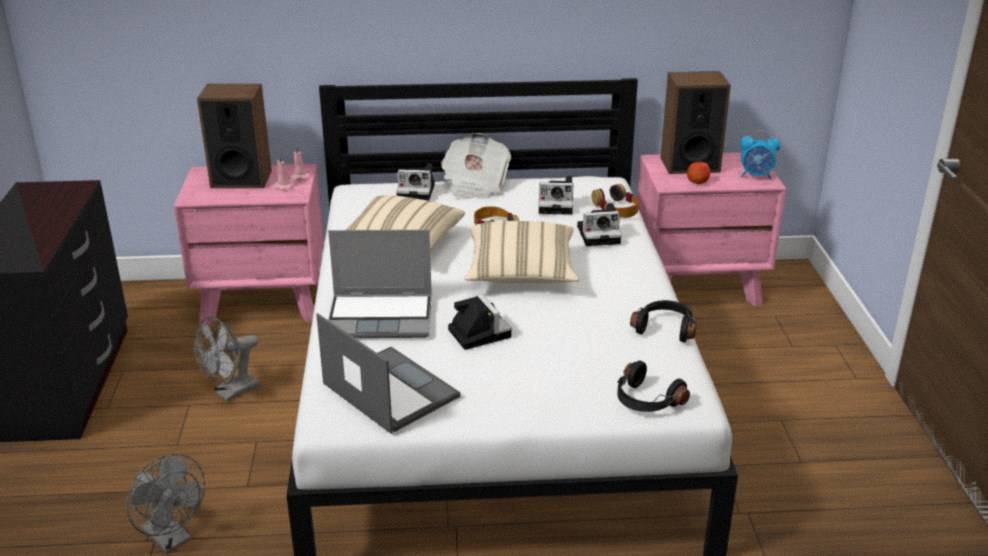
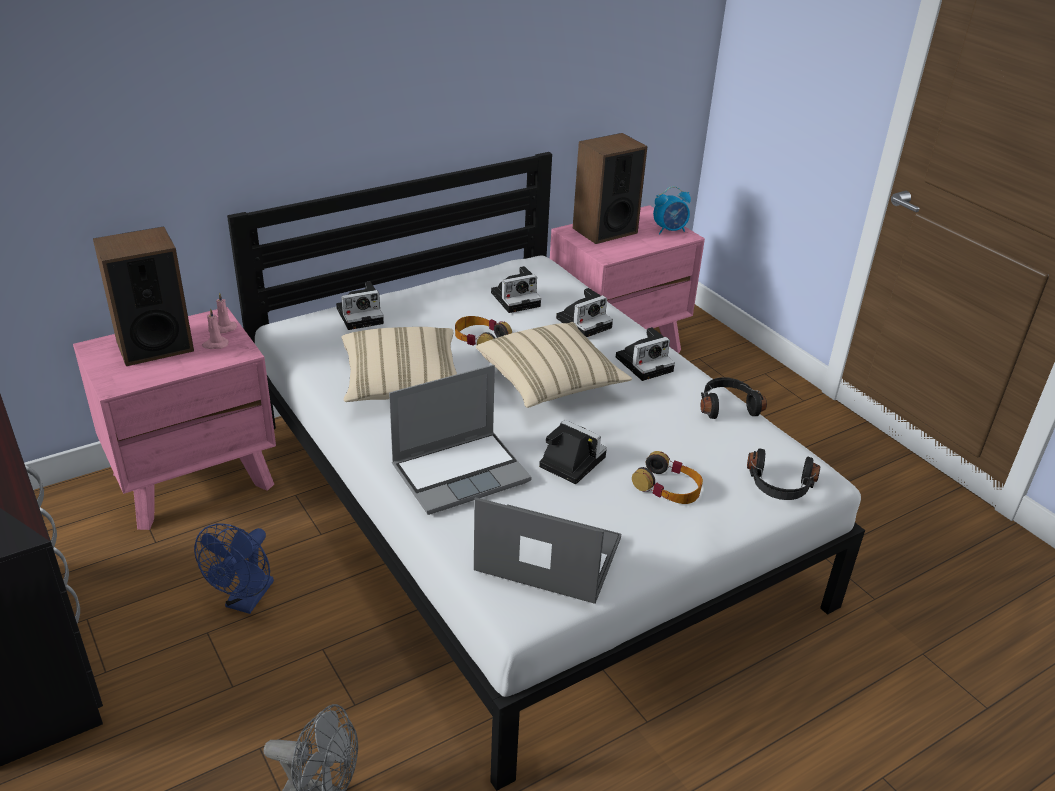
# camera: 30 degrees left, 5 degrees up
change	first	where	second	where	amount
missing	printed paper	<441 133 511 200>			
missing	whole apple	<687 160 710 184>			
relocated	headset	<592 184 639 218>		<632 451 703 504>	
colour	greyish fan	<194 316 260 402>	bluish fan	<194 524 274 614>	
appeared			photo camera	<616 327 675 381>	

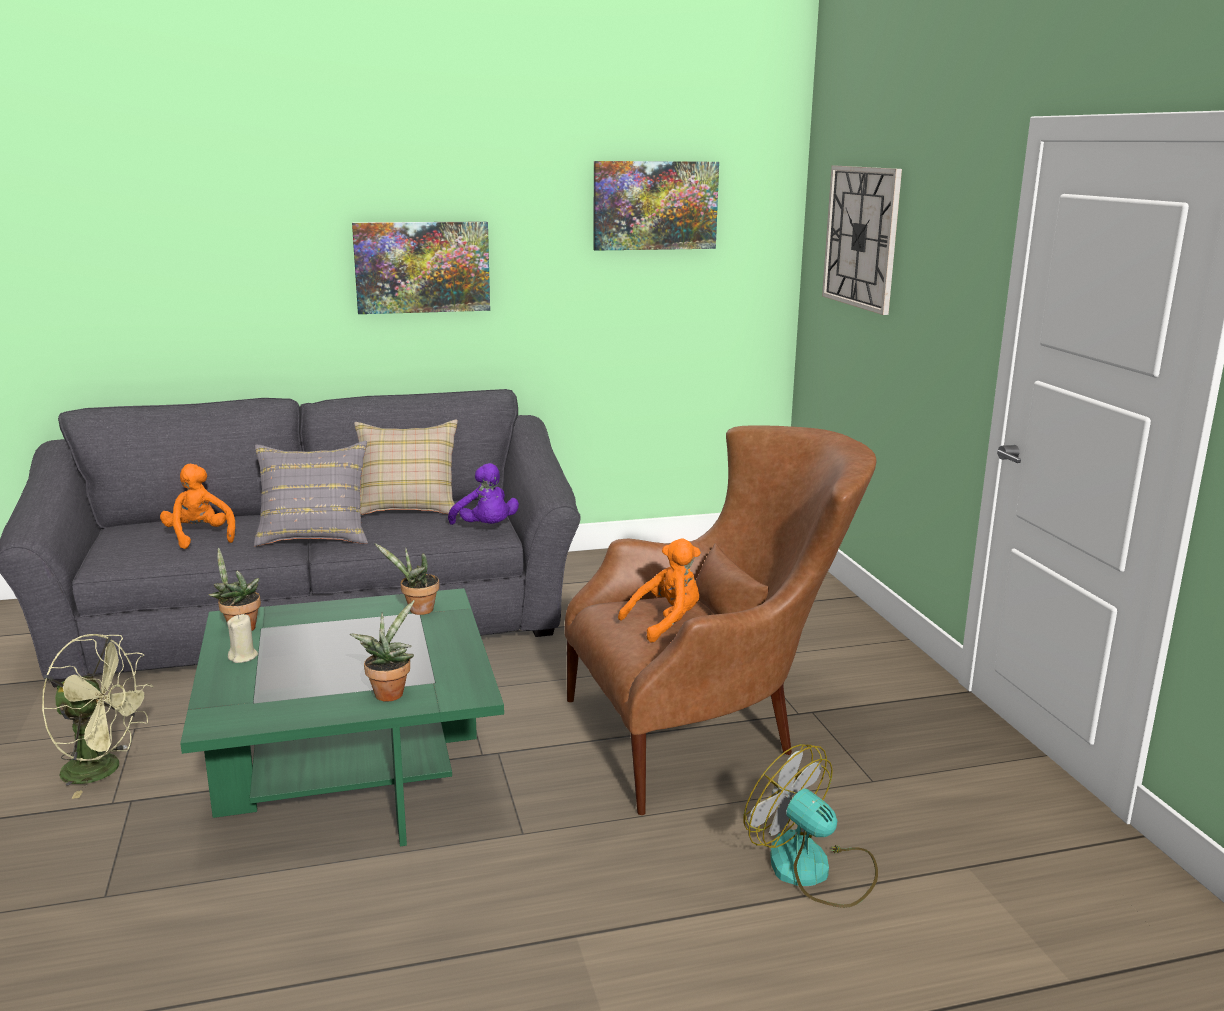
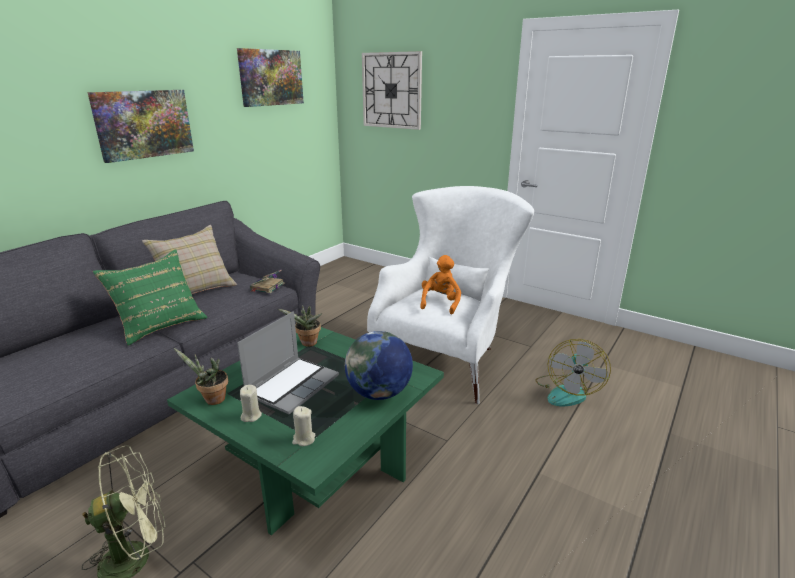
# camera: 40 degrees left, 5 degrees up
change	first	where	second	where	amount
colour	brown easy chair	<565 425 876 815>	whitish easy chair	<367 186 534 404>	
colour	greyish cushion	<254 441 368 547>	greenish cushion	<93 249 208 346>	
exchanged	purple cuddly toy	<448 463 519 525>	book	<250 270 285 293>	
missing	orange-coloured cuddly toy	<160 464 235 549>			
exchanged	houseplant	<350 600 415 701>	globe	<345 331 413 400>	
spun	fan	<744 744 878 908>		<535 339 611 407>	75 degrees counterclockwise
appeared			notebook computer	<237 311 339 414>	
appeared			sand-coloured candle	<292 406 315 446>	

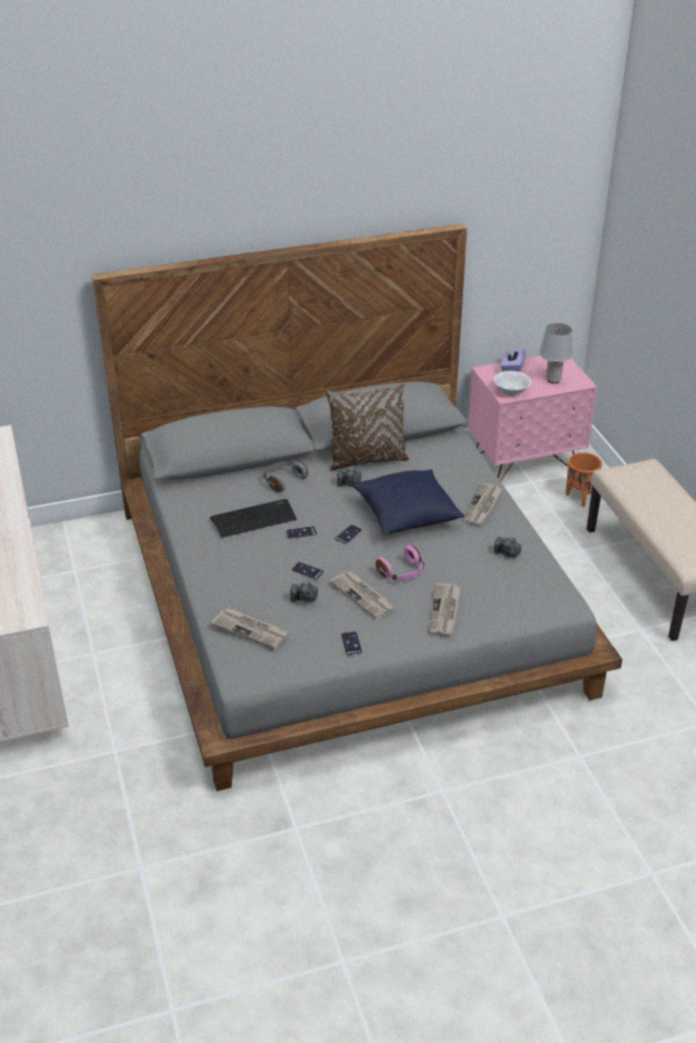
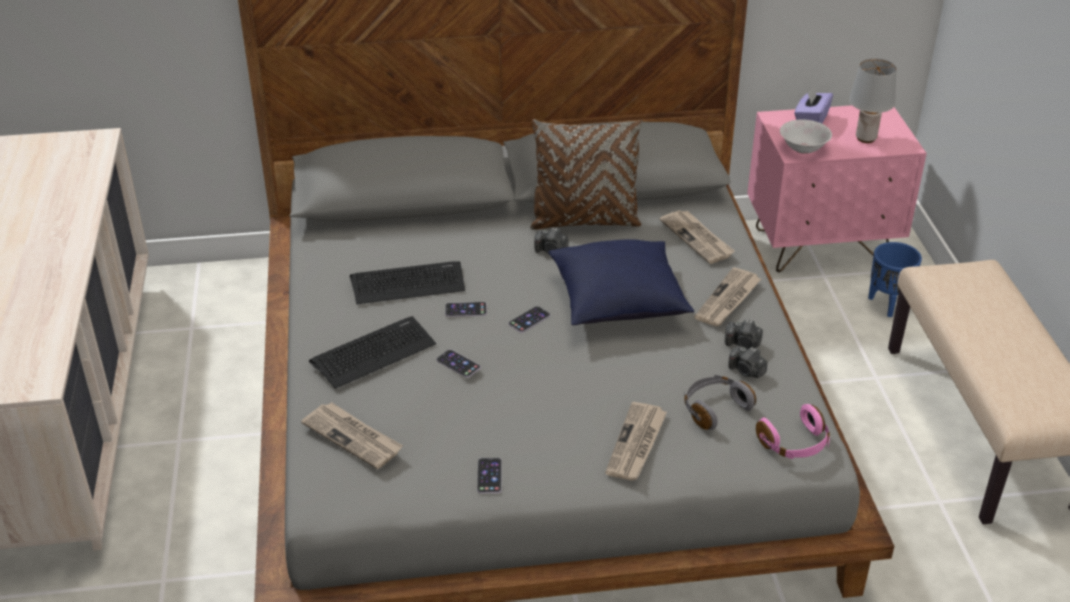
# camera: 10 degrees right, 0 degrees up
change	first	where	second	where	amount
colour	orange-coloured flower pot	<566 452 602 507>	bluish flower pot	<868 242 922 317>	
relocated	greyish headset	<264 460 308 492>		<684 375 756 430>	
relocated	pink headset	<376 545 424 581>		<756 404 830 459>	
relocated	printed paper	<330 571 395 619>		<660 210 735 264>	
relocated	photo camera	<290 581 318 603>		<725 320 763 349>	
appeared			PC keyboard	<309 316 436 389>	

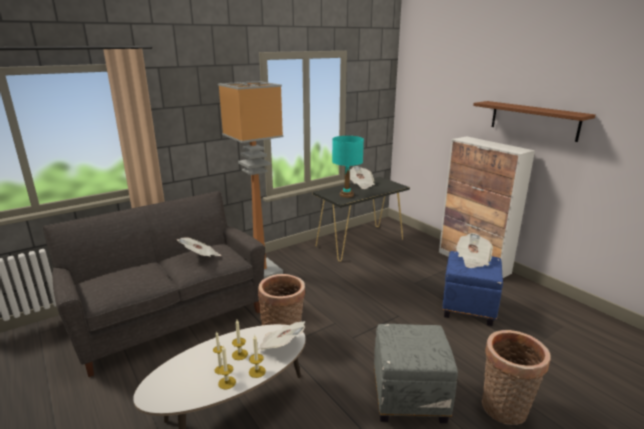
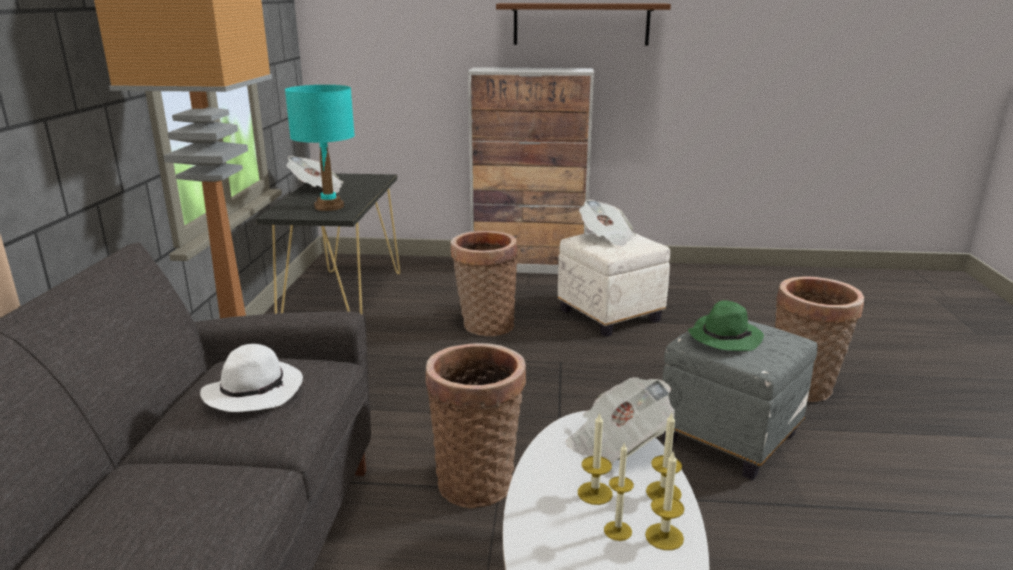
# camera: 50 degrees left, 0 degrees up
change	first	where	second	where	amount
exchanged	printed paper	<177 237 222 257>	whitish clothing hat	<200 344 303 412>	
colour	bluish pouffe	<442 251 503 326>	whitish pouffe	<558 232 670 337>	
appeared			storage basket	<451 231 518 336>	
appeared			greenish clothing hat	<688 300 764 351>	

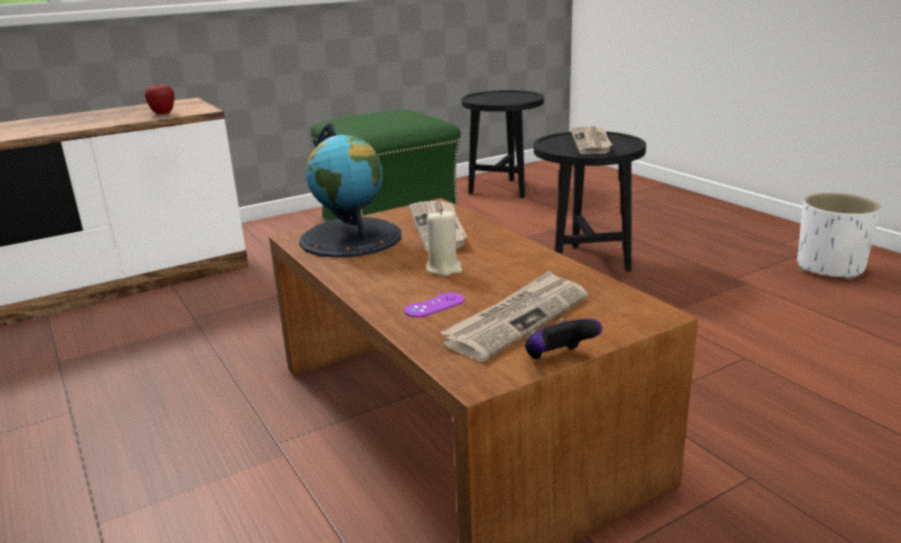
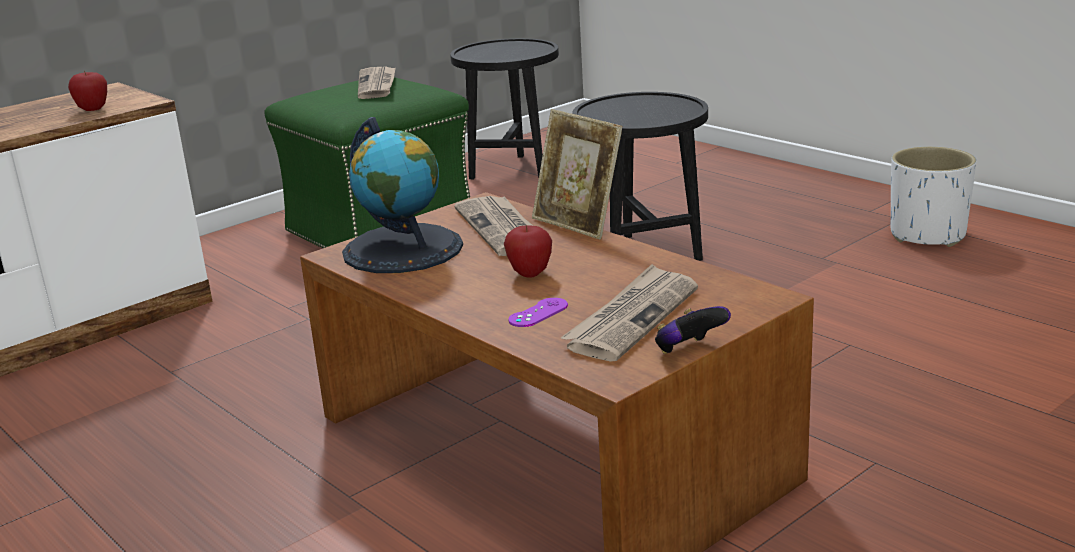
# camera: 10 degrees left, 0 degrees up
change	first	where	second	where	amount
relocated	printed paper	<571 126 612 155>		<358 67 396 99>	
exchanged	sand-coloured candle	<426 209 463 276>	whole apple	<504 225 552 278>	
appeared			picture frame	<532 109 622 239>	

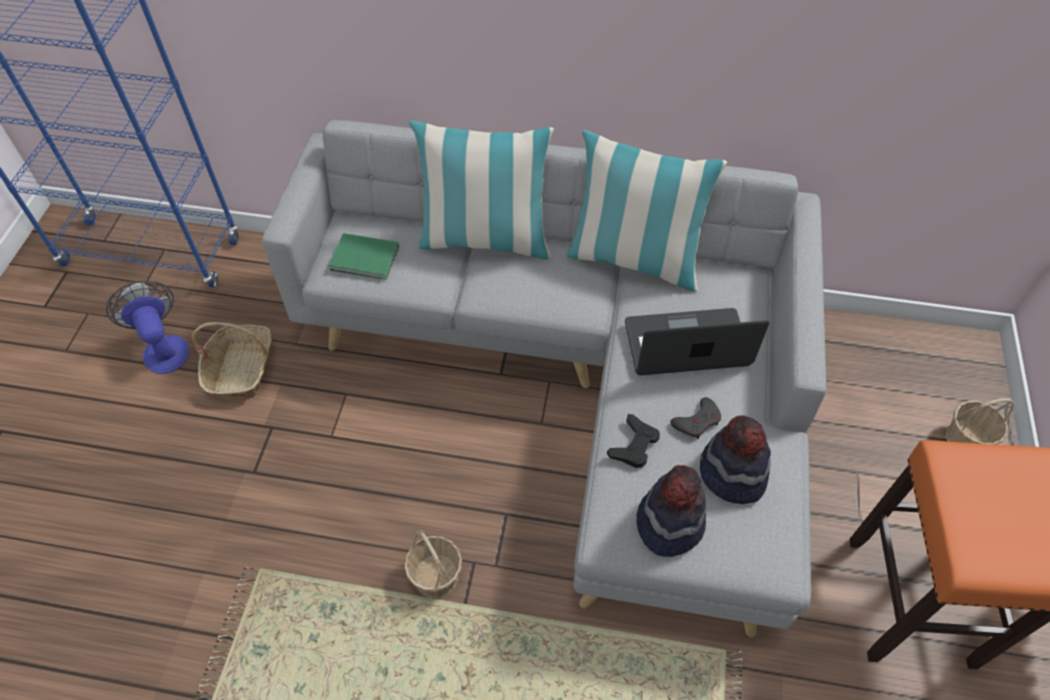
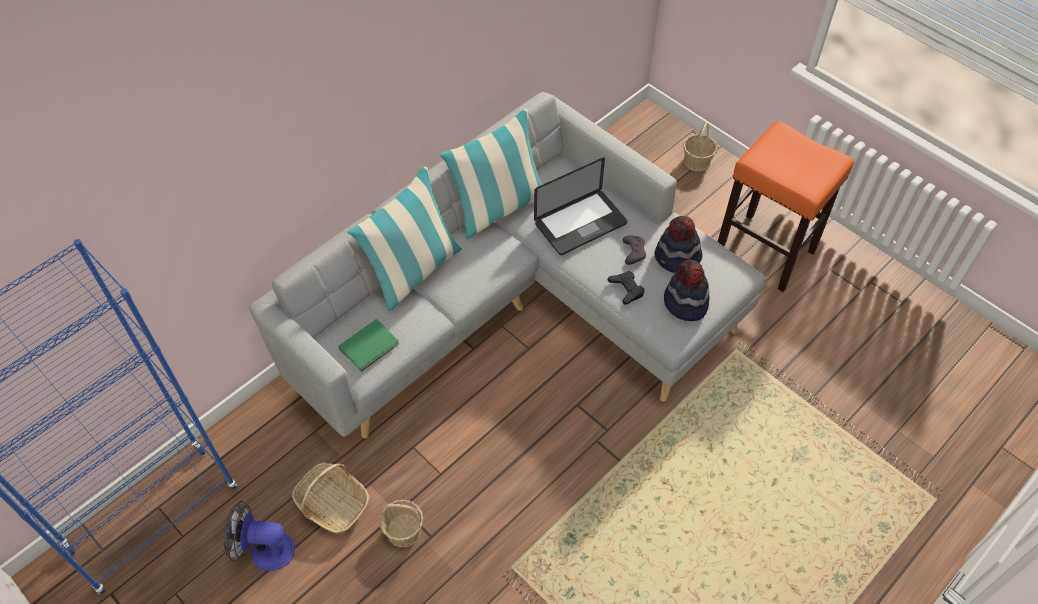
# camera: 55 degrees left, 0 degrees up
change	first	where	second	where	amount
spun	notebook computer	<625 308 770 375>		<534 157 627 255>	150 degrees counterclockwise
relocated	storage basket	<404 530 462 598>		<379 500 423 547>	

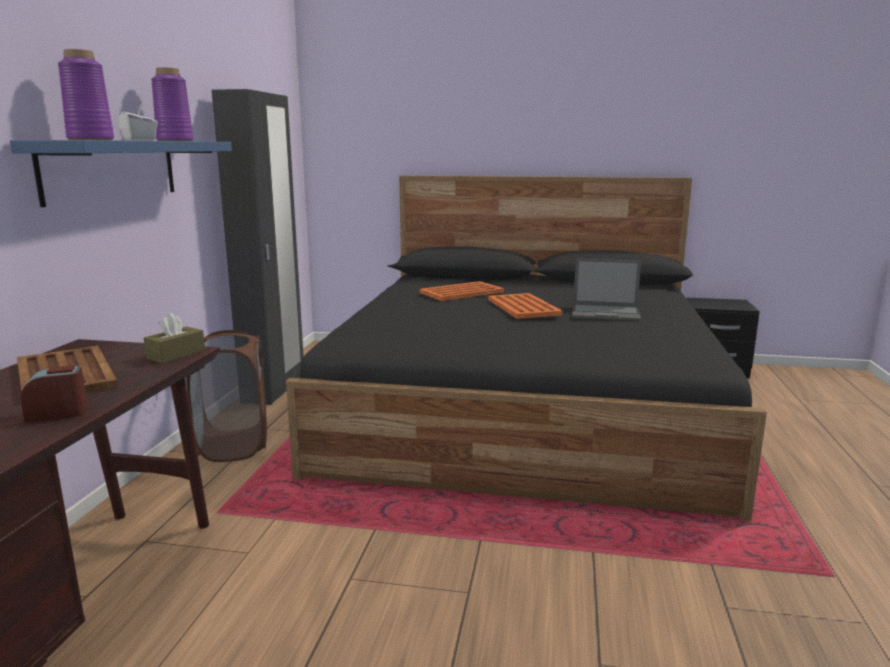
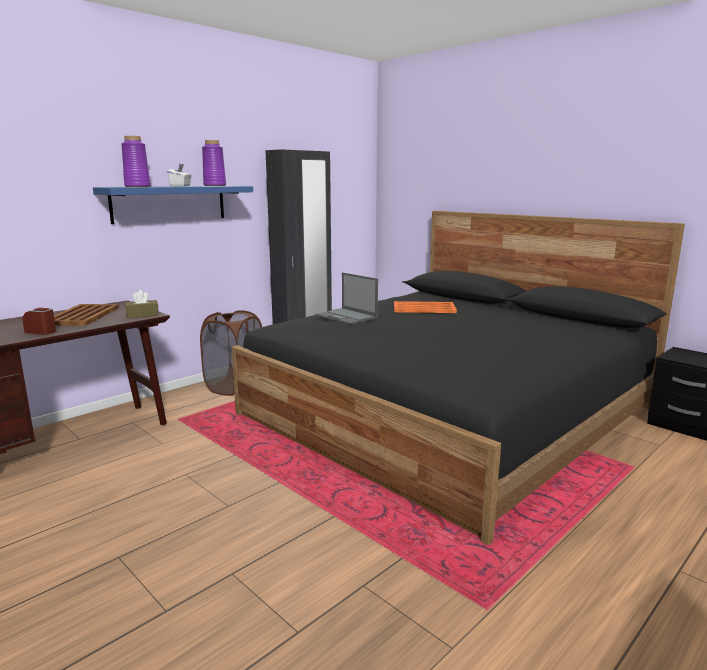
# camera: 35 degrees right, 0 degrees up
change	first	where	second	where	amount
relocated	notebook computer	<573 259 641 321>		<316 272 378 325>	
missing	orange-coloured serving tray	<488 293 562 319>			

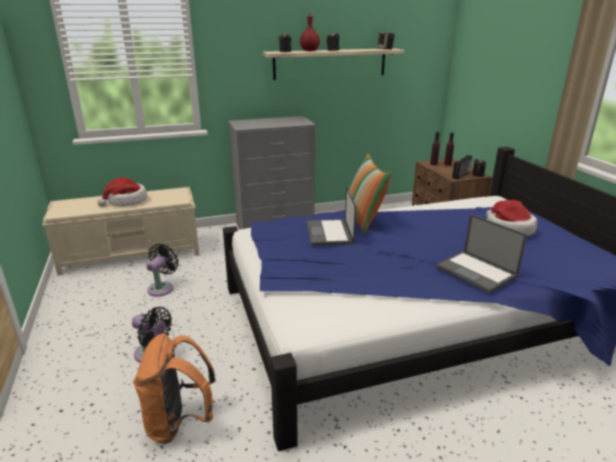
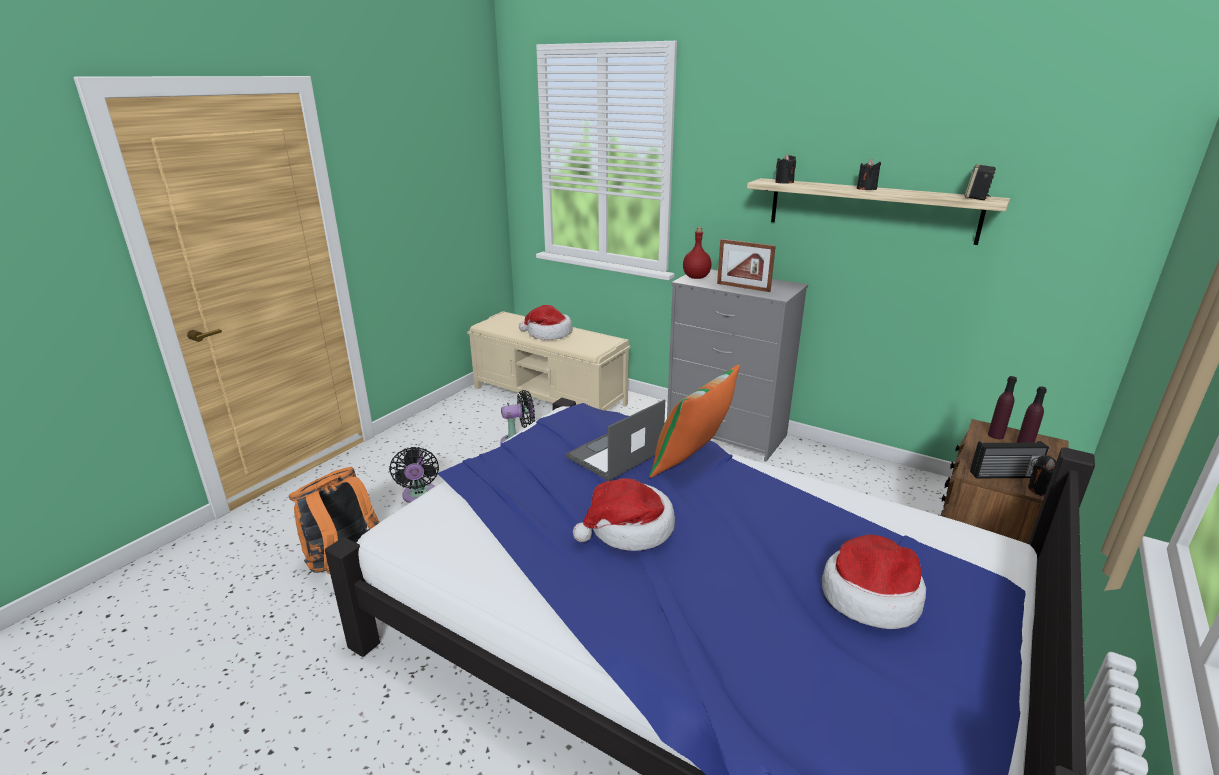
# camera: 50 degrees right, 0 degrees up
change	first	where	second	where	amount
relocated	red-coloured drink bottle	<300 13 320 51>		<683 227 712 279>	
missing	notebook computer	<435 214 527 293>			
appeared			picture frame	<717 239 776 292>	
appeared			clothing hat	<573 478 675 551>	

